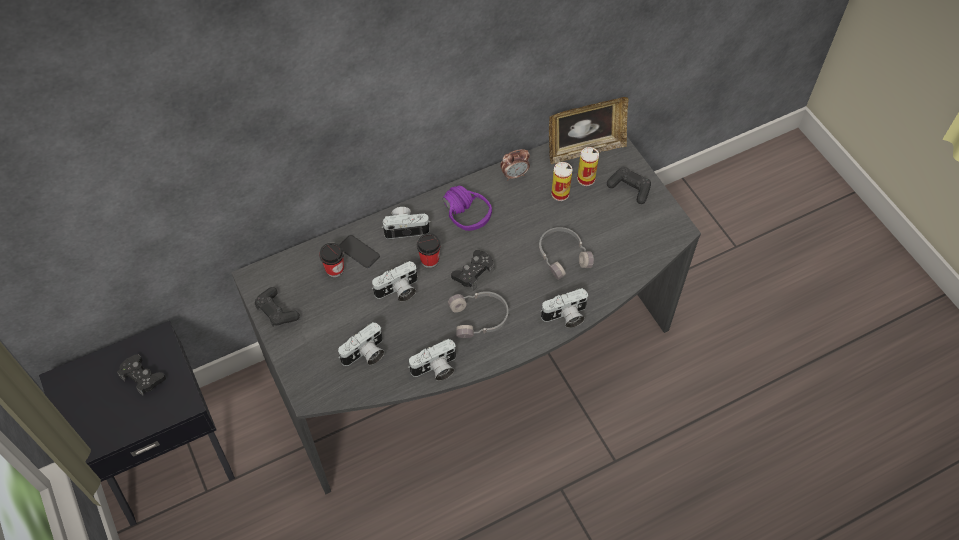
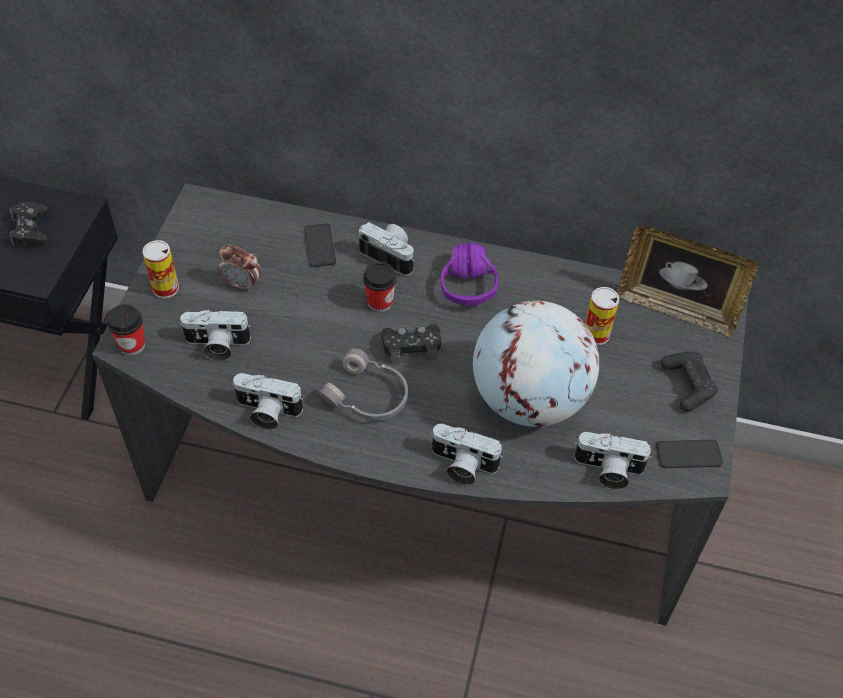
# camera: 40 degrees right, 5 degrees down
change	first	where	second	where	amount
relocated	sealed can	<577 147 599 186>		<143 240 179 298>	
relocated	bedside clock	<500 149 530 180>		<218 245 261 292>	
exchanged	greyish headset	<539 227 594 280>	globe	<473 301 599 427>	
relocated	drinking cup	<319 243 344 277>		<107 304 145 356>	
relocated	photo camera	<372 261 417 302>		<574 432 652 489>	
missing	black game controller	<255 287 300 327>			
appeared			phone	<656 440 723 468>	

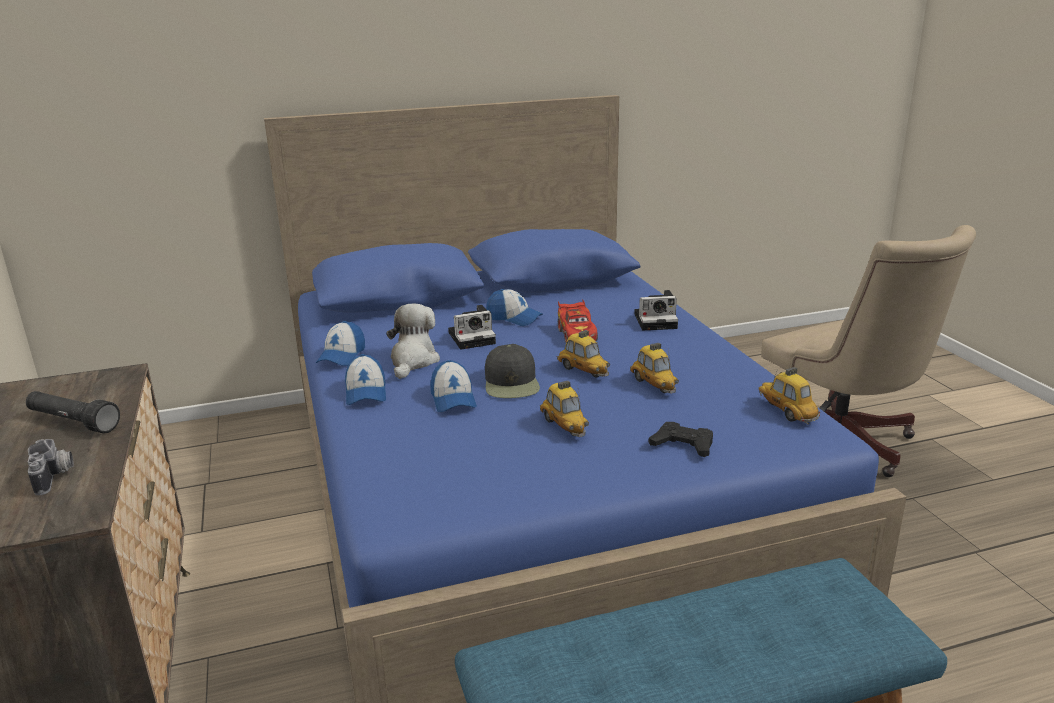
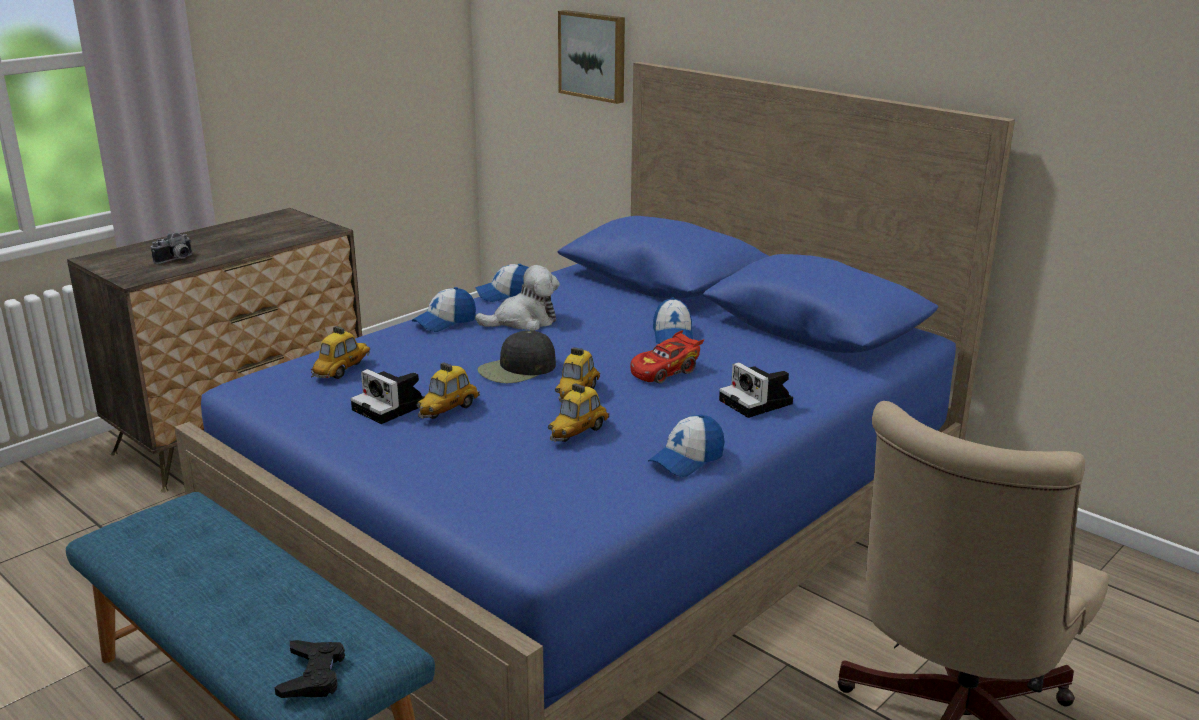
# camera: 60 degrees right, 0 degrees up
change	first	where	second	where	amount
relocated	photo camera	<448 305 496 350>		<351 369 424 424>	
relocated	peaked cap	<430 360 477 412>		<648 415 725 477>	
relocated	toy car	<758 367 820 425>		<311 326 370 379>	
missing	black hand torch	<26 391 120 433>			
relocated	black game controller	<649 422 713 457>		<275 640 345 698>	
appeared			picture	<558 10 625 104>	

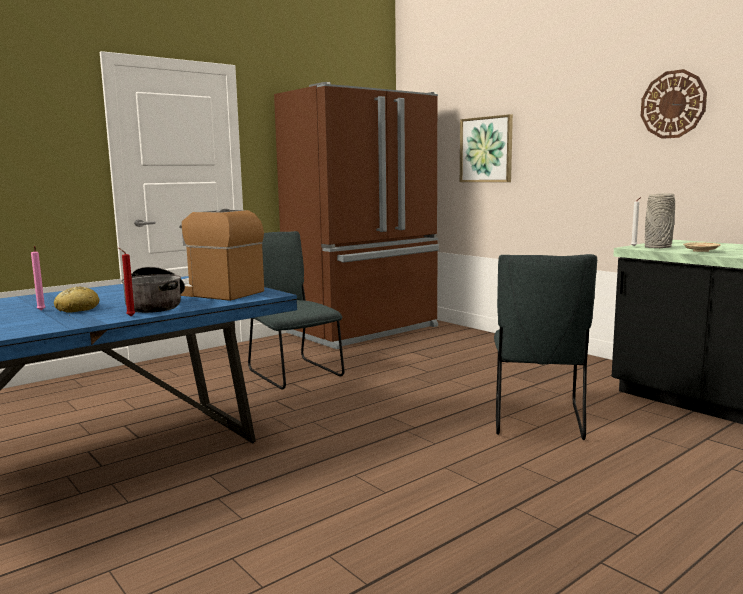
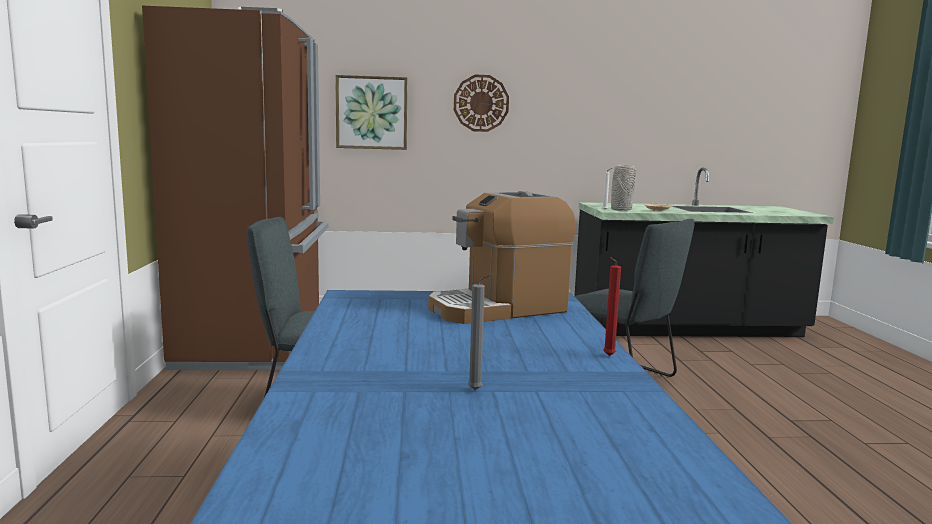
# camera: 55 degrees left, 0 degrees up
change	first	where	second	where	amount
relocated	wall clock	<641 69 707 139>		<454 75 509 132>	
colour	pink candle	<31 246 46 311>	greyish candle	<468 274 492 390>	
missing	cooking pot	<121 267 185 313>			
missing	bread	<54 286 100 313>			

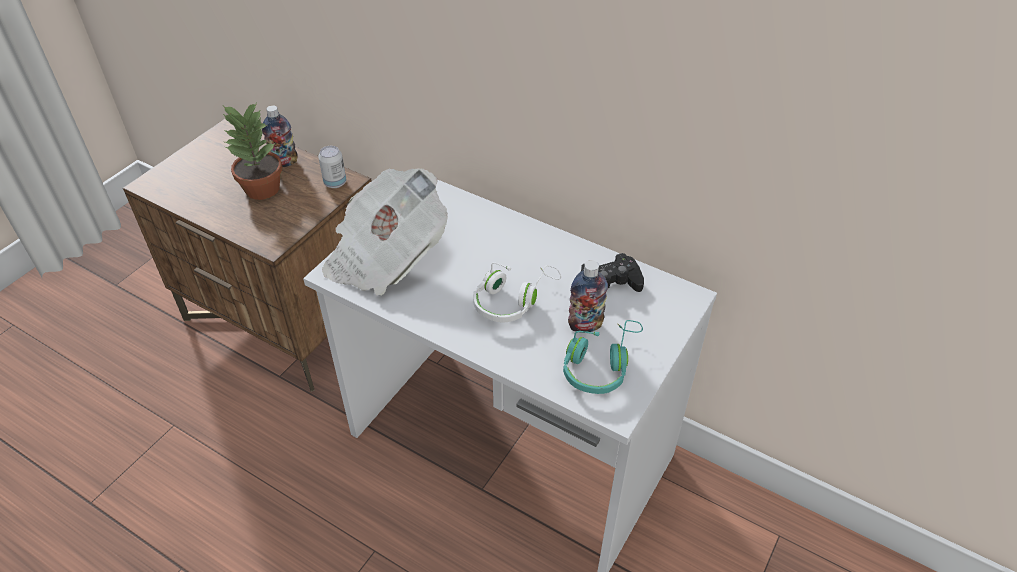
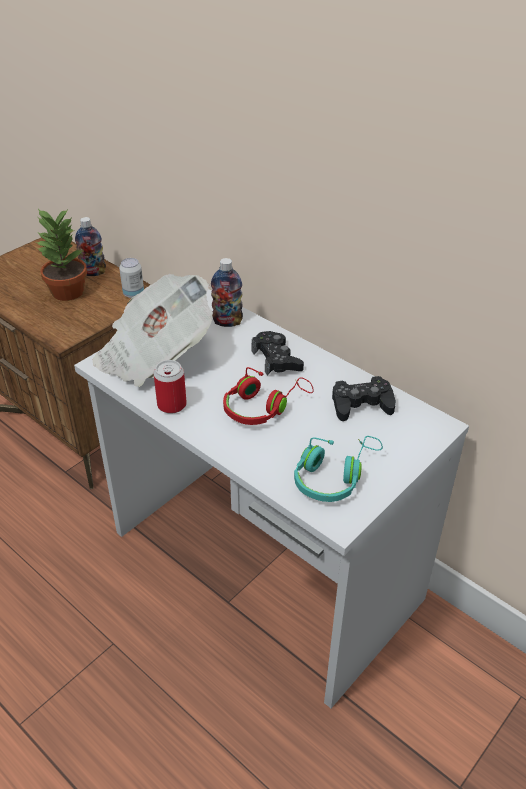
# camera: 10 degrees right, 5 degrees down
change	first	where	second	where	amount
relocated	drink bottle	<568 260 608 333>		<211 258 243 327>	
colour	whitish headset	<473 262 561 322>	red-coloured headset	<223 367 314 425>	
appeared			black game controller	<251 331 304 376>	
appeared			sealed can	<153 360 187 414>	

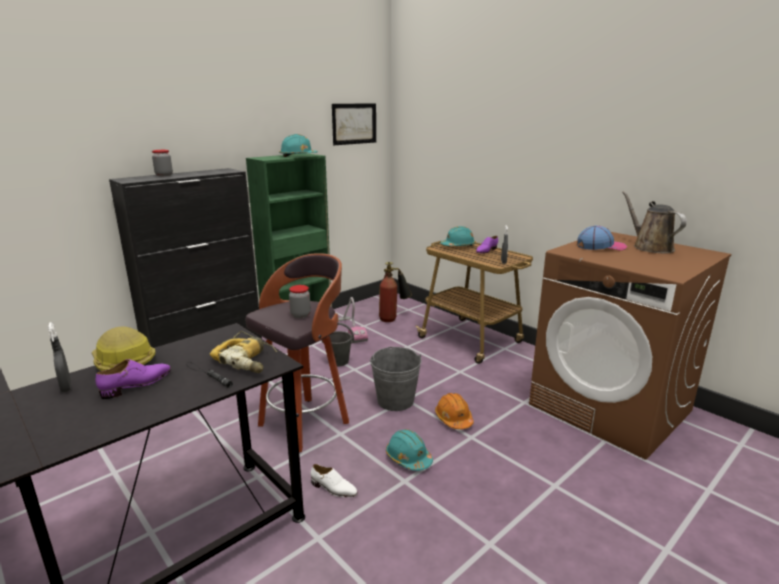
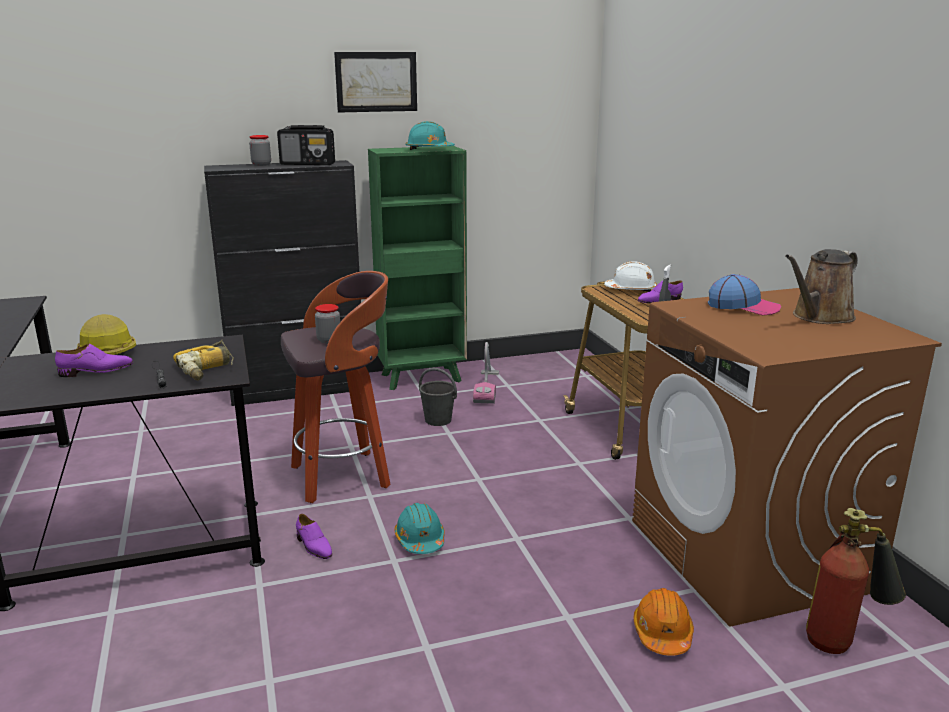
# camera: 25 degrees right, 0 degrees up
change	first	where	second	where	amount
relocated	picture	<332 103 376 145>		<334 52 417 113>	
spun	brown watering can	<622 191 687 253>		<785 249 858 324>	135 degrees counterclockwise
colour	turquoise-coloured work helmet	<441 226 476 246>	whitish work helmet	<604 261 657 292>	
relocated	fire extinguisher	<379 262 412 322>		<806 508 906 654>	
missing	greyish hand sprayer	<48 322 71 392>			
missing	greyish bucket	<370 347 421 411>			
relocated	orange-coloured work helmet	<435 393 474 429>		<634 588 694 656>	
colour	whitish shoe	<311 464 357 497>	purple shoe	<296 514 332 559>	
appeared			radio set	<277 125 335 165>	

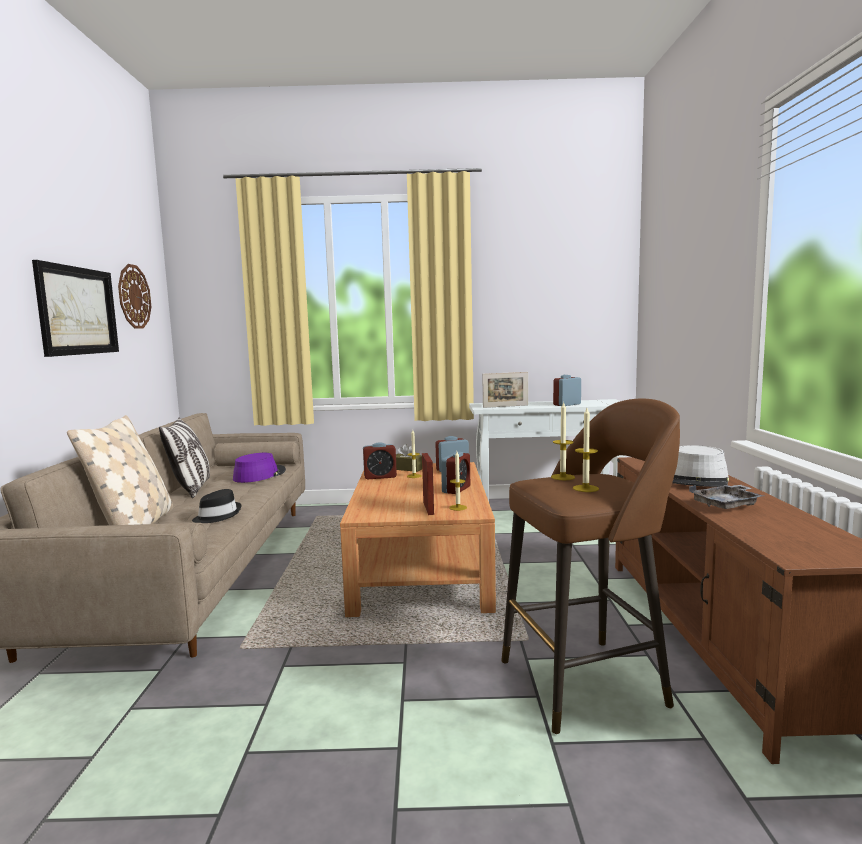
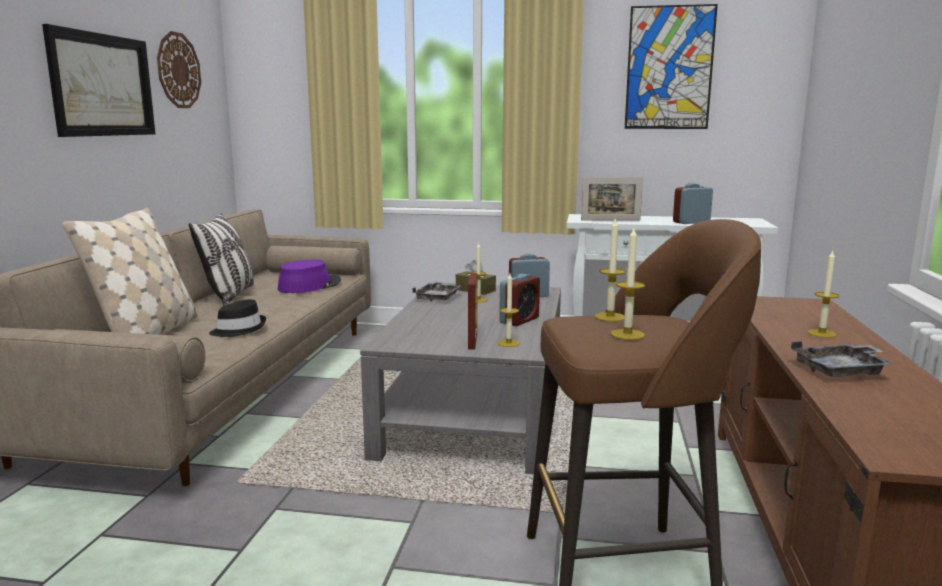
# camera: 10 degrees right, 5 degrees up
change	first	where	second	where	amount
exchanged	bedside clock	<363 442 397 479>	greyish serving tray	<412 281 460 302>	
exchanged	greyish clothing hat	<672 445 729 487>	candle	<808 250 840 338>	
colour	brown low table	<340 462 496 617>	greyish low table	<360 282 561 474>	
appeared			picture	<625 4 718 129>	

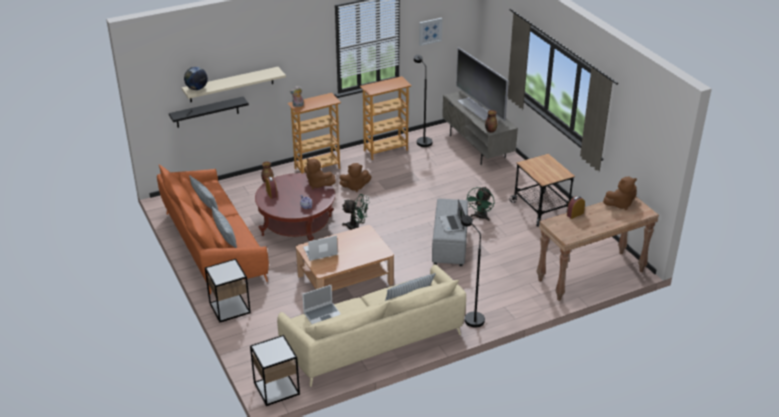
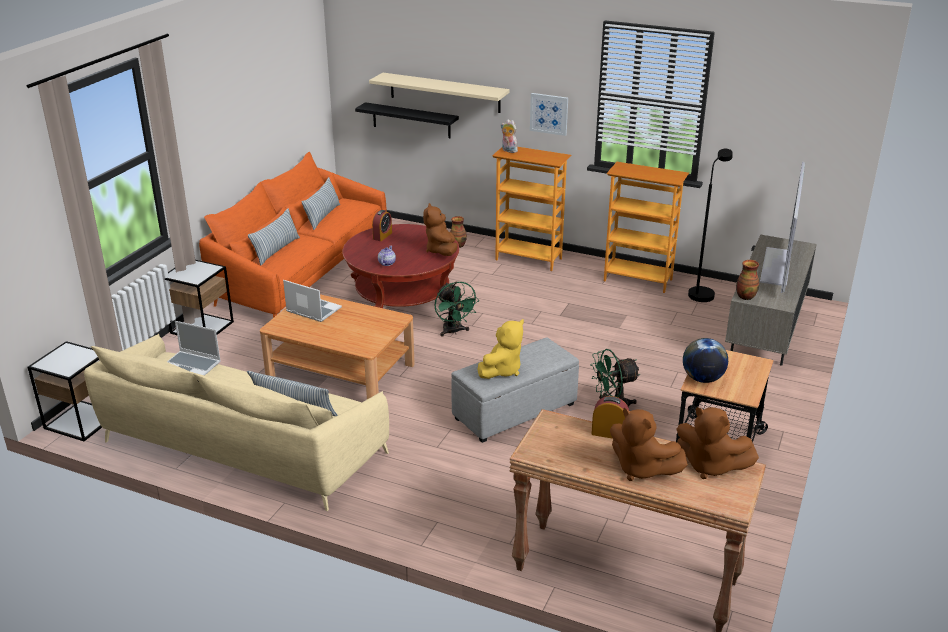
# camera: 50 degrees right, 5 degrees down
change	first	where	second	where	amount
relocated	picture	<419 18 443 46>		<530 93 568 136>	
relocated	globe	<184 67 208 90>		<683 338 728 383>	
relocated	brown cuddly toy	<339 163 372 192>		<610 408 688 481>	
exchanged	notebook computer	<439 199 465 232>	yellow cuddly toy	<477 319 524 379>	
missing	black standard lamp	<461 215 485 328>			

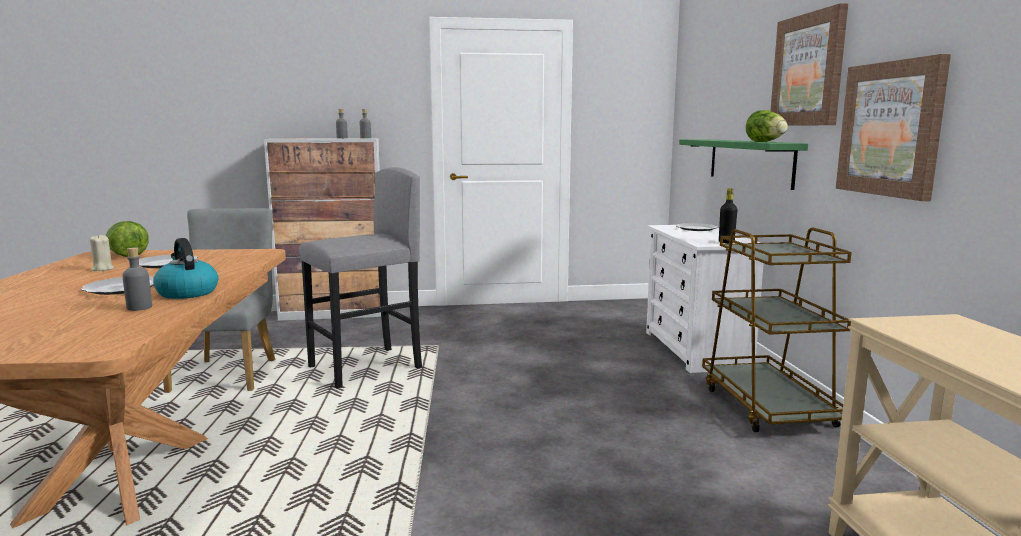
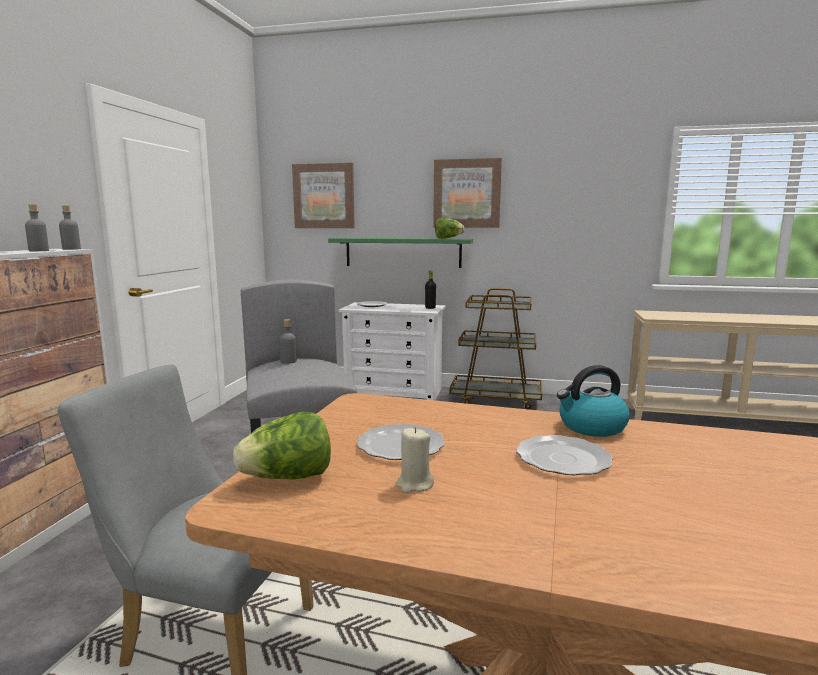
# camera: 70 degrees left, 0 degrees up
change	first	where	second	where	amount
relocated	picture	<836 54 951 201>		<292 163 355 228>	
relocated	greyish drink bottle	<122 247 152 311>		<279 319 297 364>	

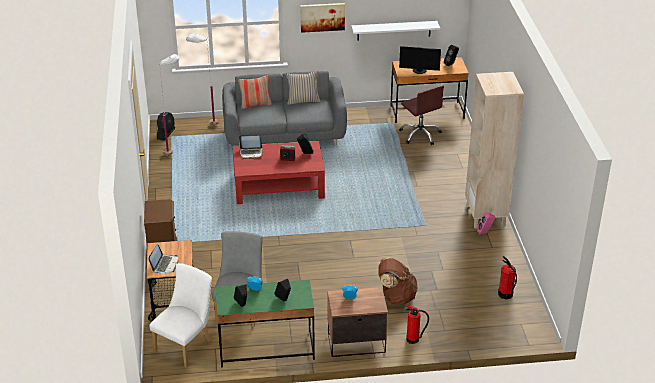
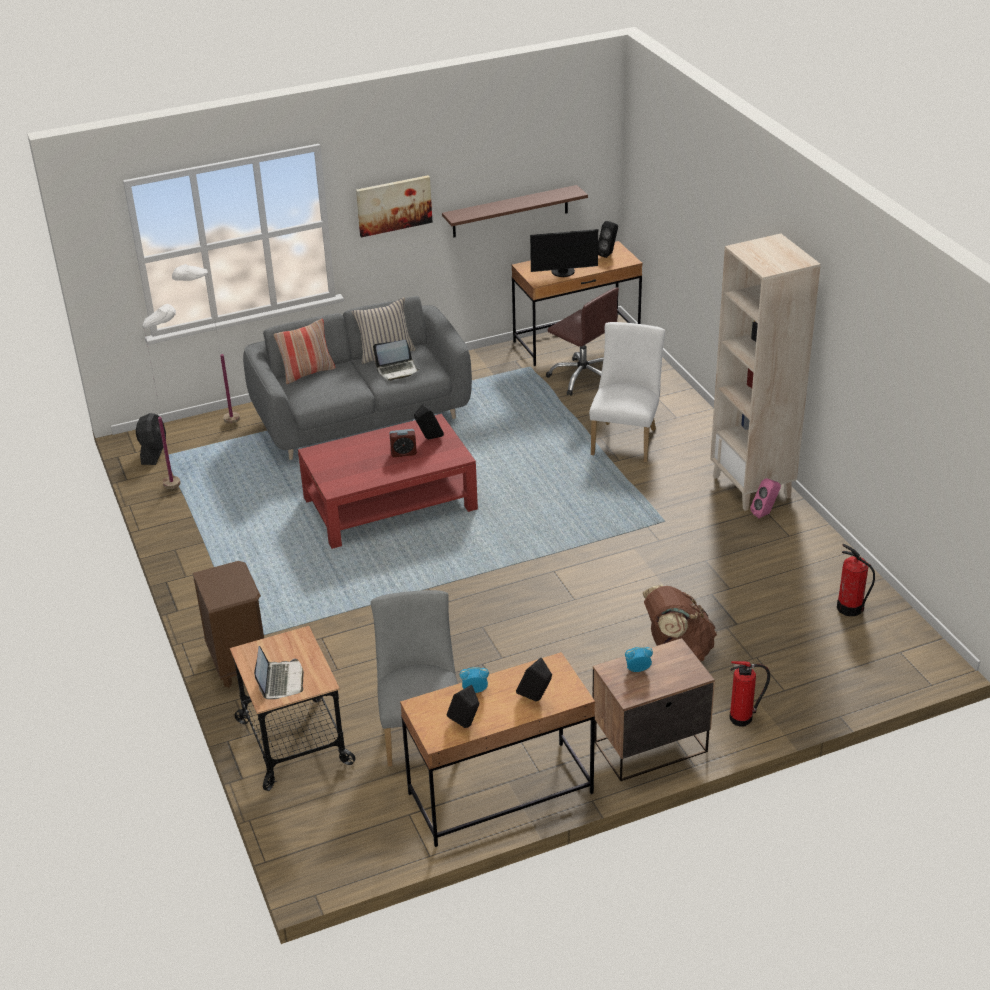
# camera: 15 degrees left, 0 degrees up
change	first	where	second	where	amount
colour	whitish wall shelf	<351 21 440 40>	brown wall shelf	<442 185 588 237>	
relocated	notebook computer	<239 135 264 159>		<373 340 419 381>	
relocated	whitish upright chair	<149 263 212 368>		<589 322 665 462>	
colour	greenish desk	<216 280 315 367>	brown desk	<400 652 595 847>	

